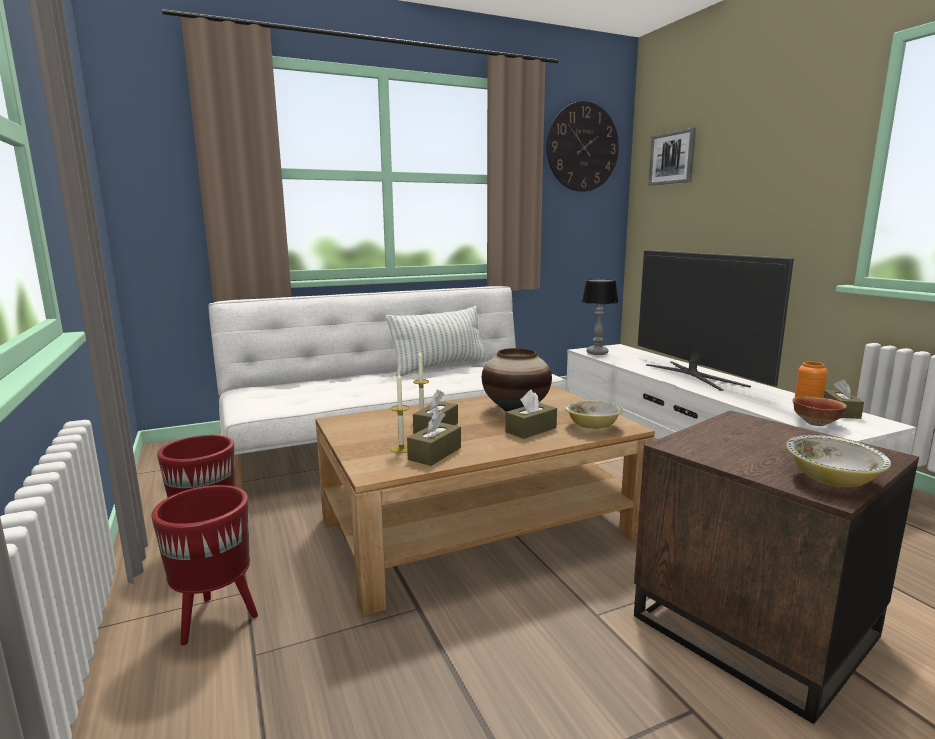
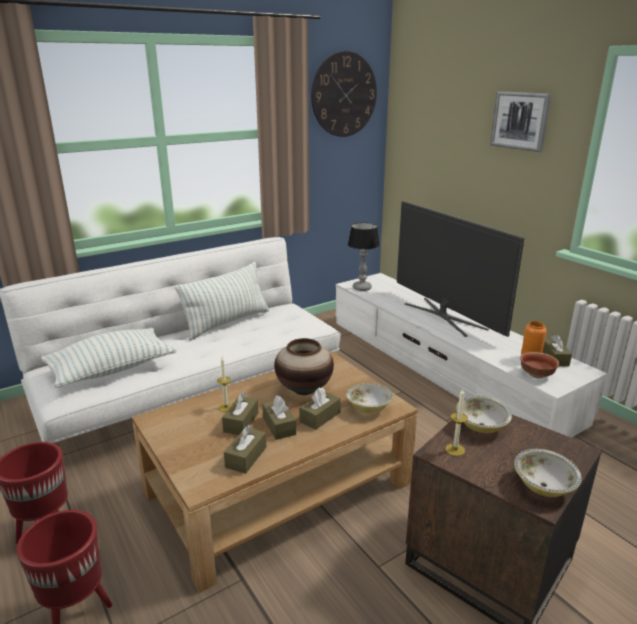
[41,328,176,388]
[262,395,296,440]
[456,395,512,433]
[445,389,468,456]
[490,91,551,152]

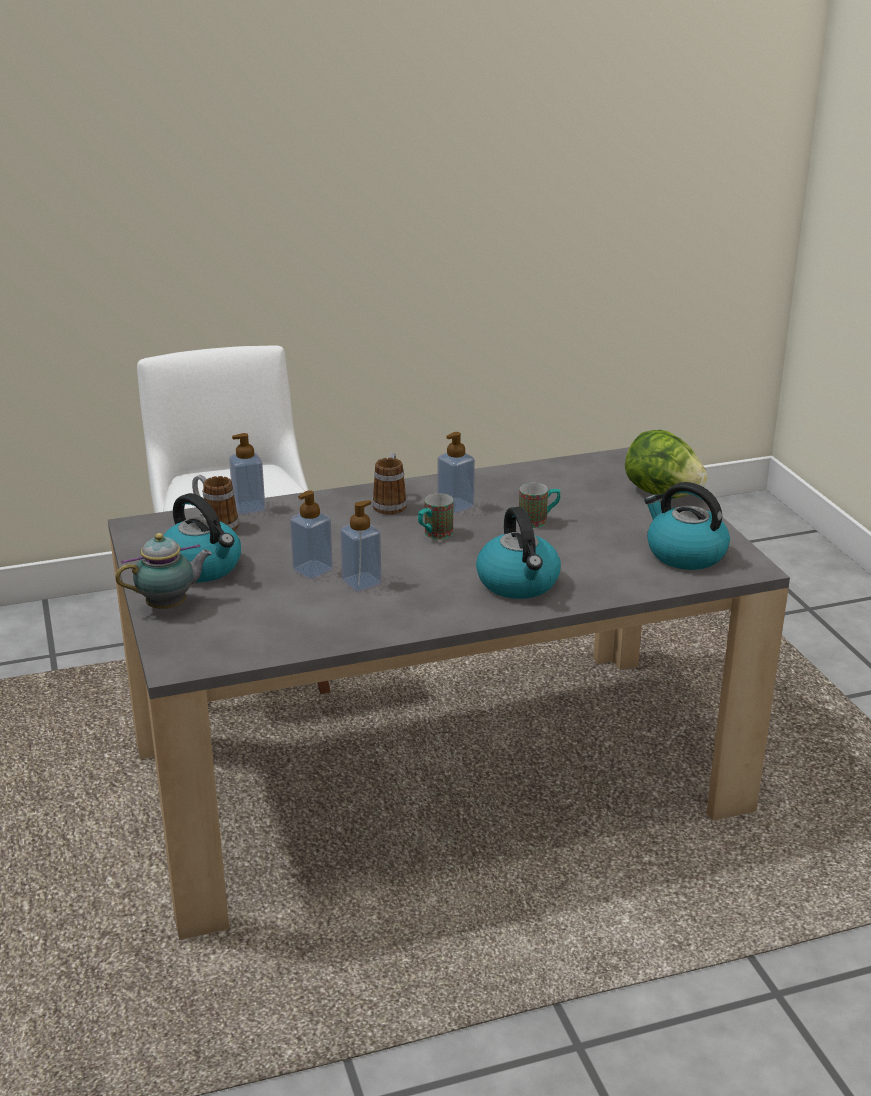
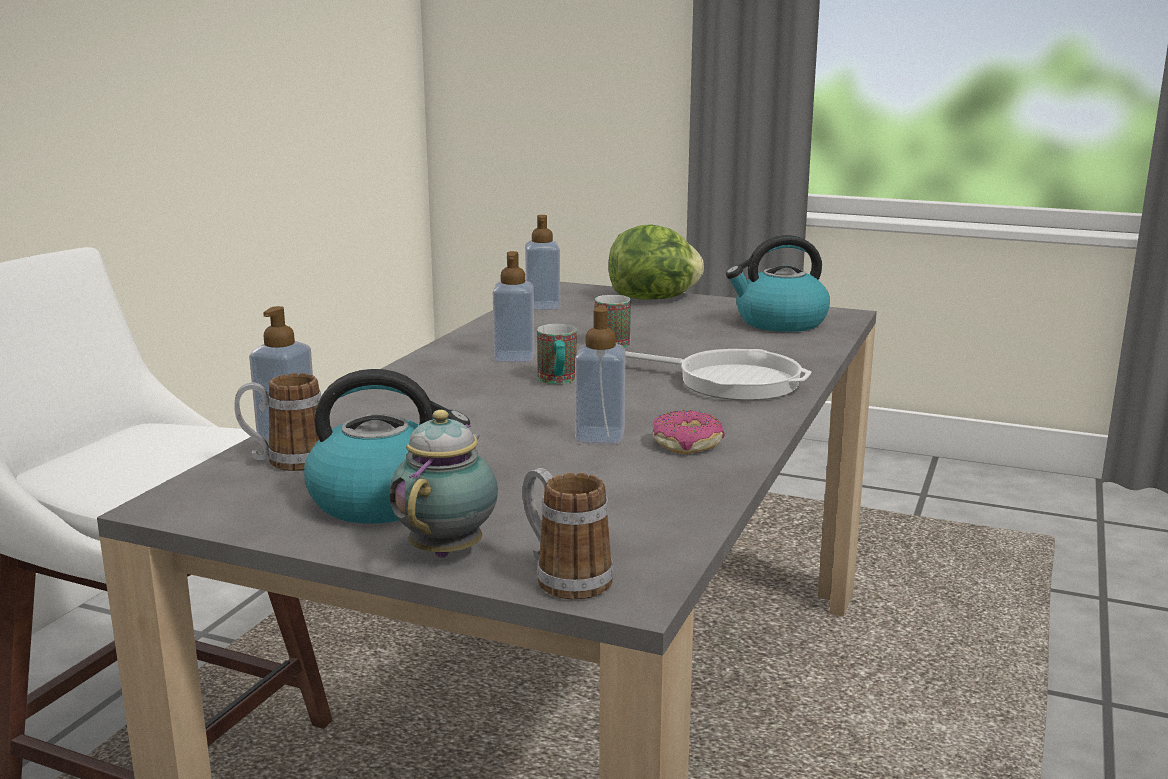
[653,410,725,454]
[525,215,560,310]
[522,468,614,600]
[625,349,811,401]

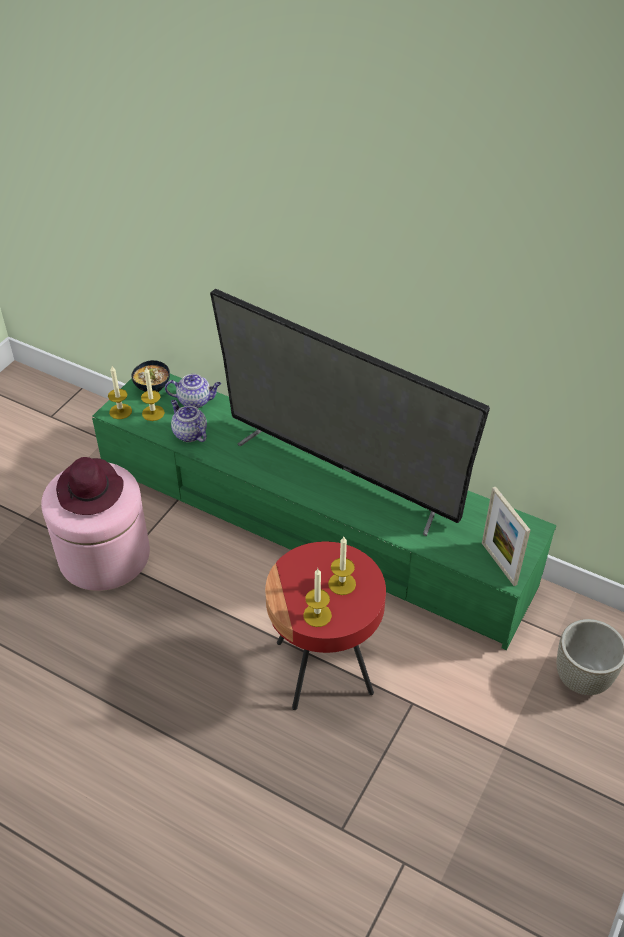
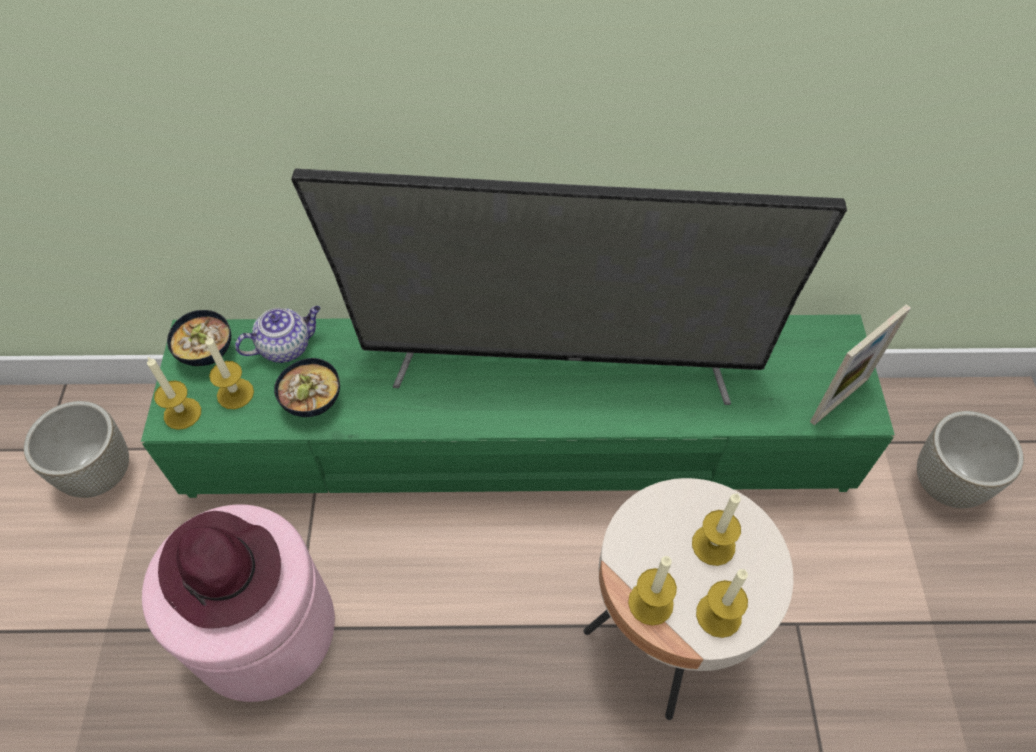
[24,401,129,498]
[628,556,677,626]
[274,358,340,417]
[583,478,793,720]
[810,304,911,425]

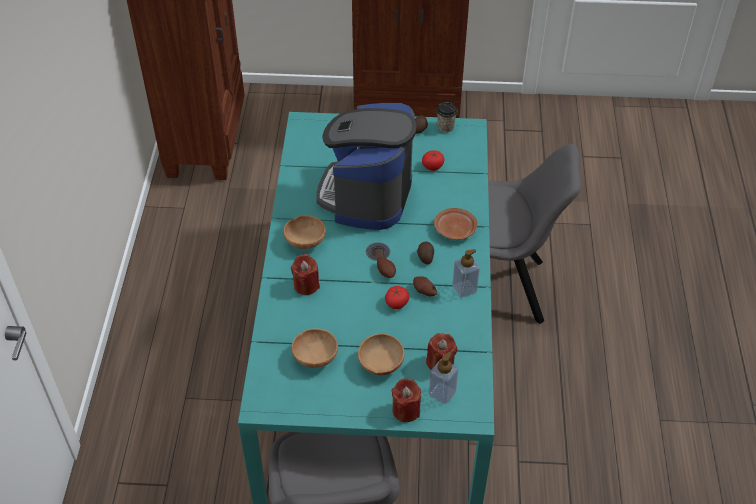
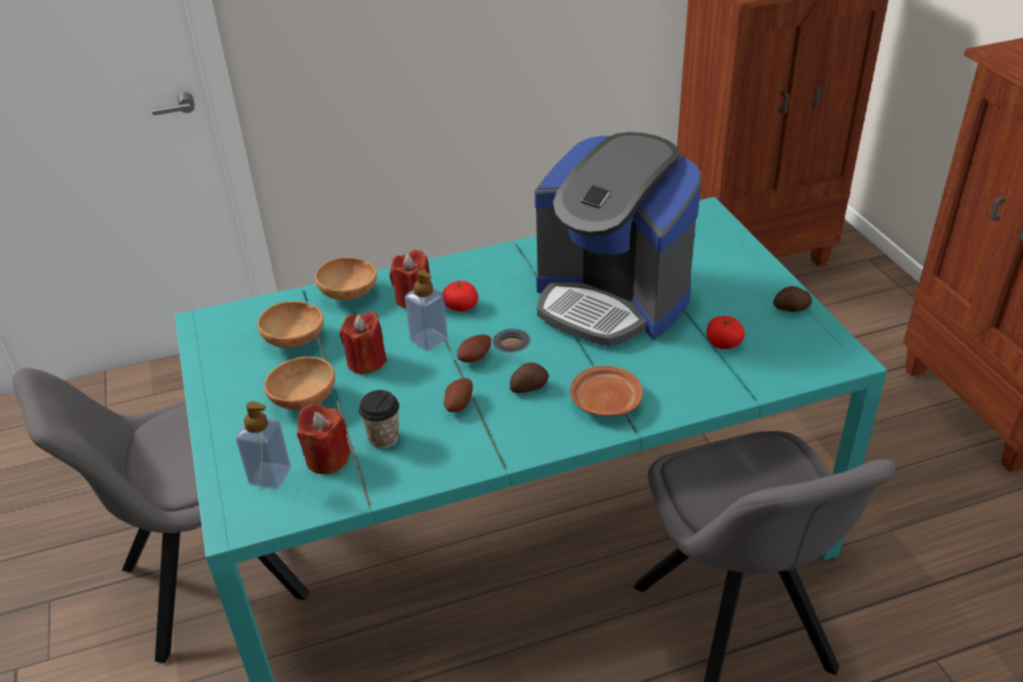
[315,257,377,301]
[442,281,478,312]
[340,311,387,375]
[359,390,399,449]
[405,270,448,351]
[535,132,701,346]

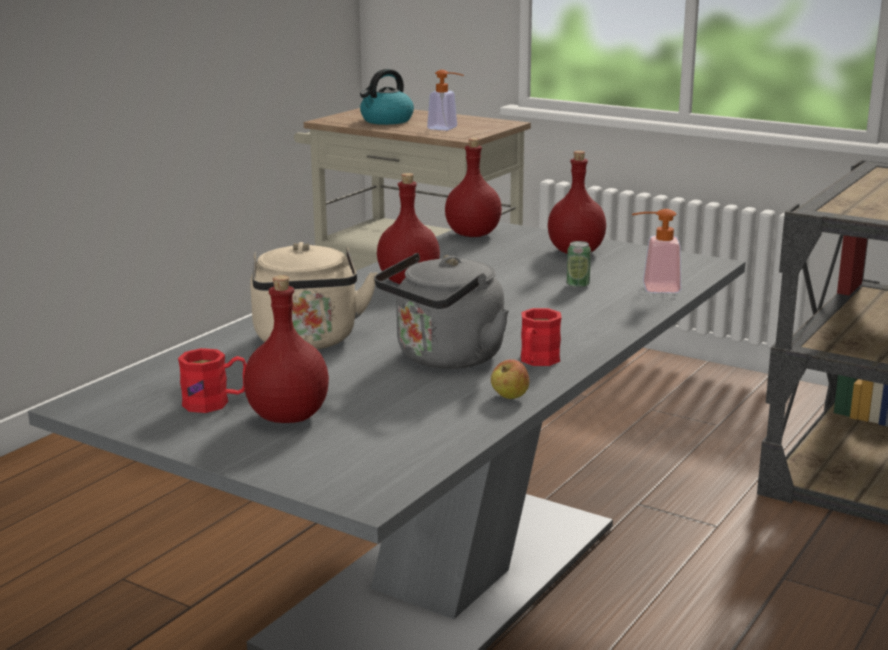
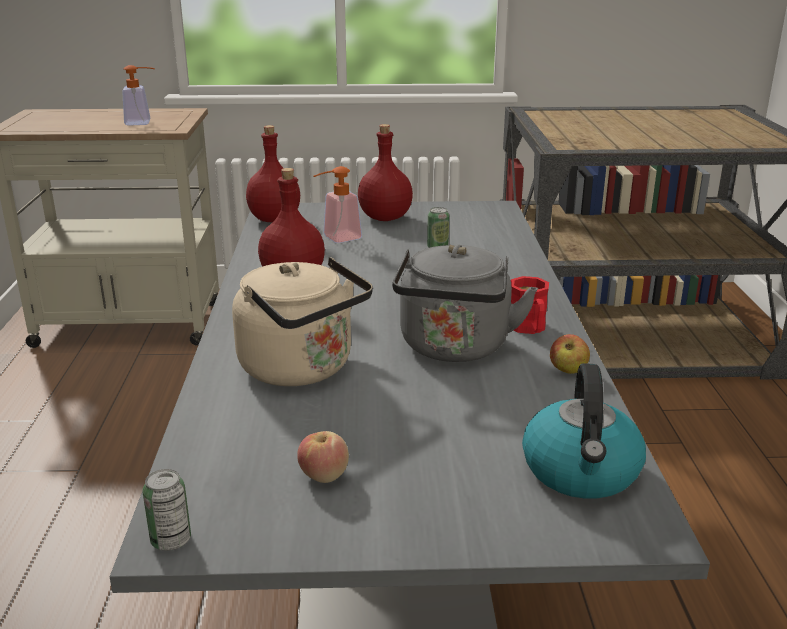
[244,275,329,423] (first image)
[142,469,191,551]
[522,363,646,499]
[314,166,362,243]
[297,431,349,483]

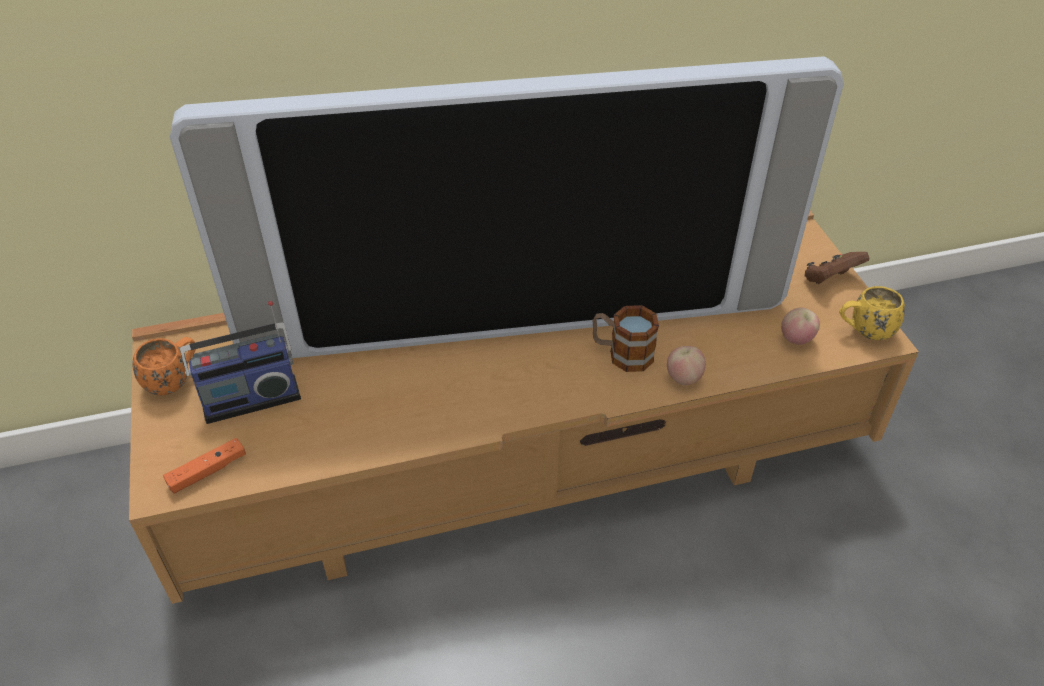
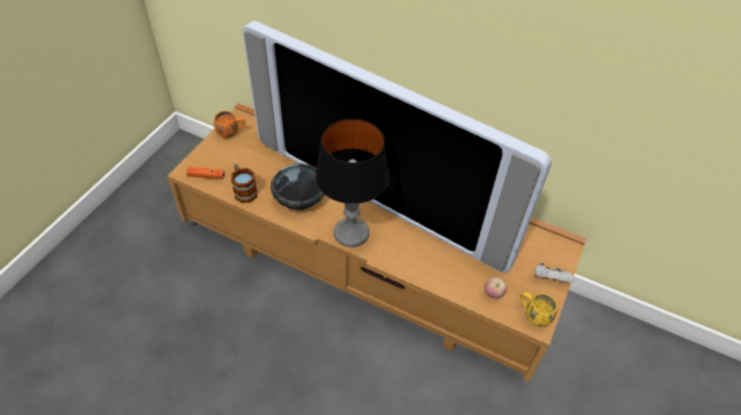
[180,301,301,424] (first image)
[667,346,706,385] (first image)
[271,163,325,210]
[315,119,389,247]
[231,164,257,203]
[535,263,574,283]

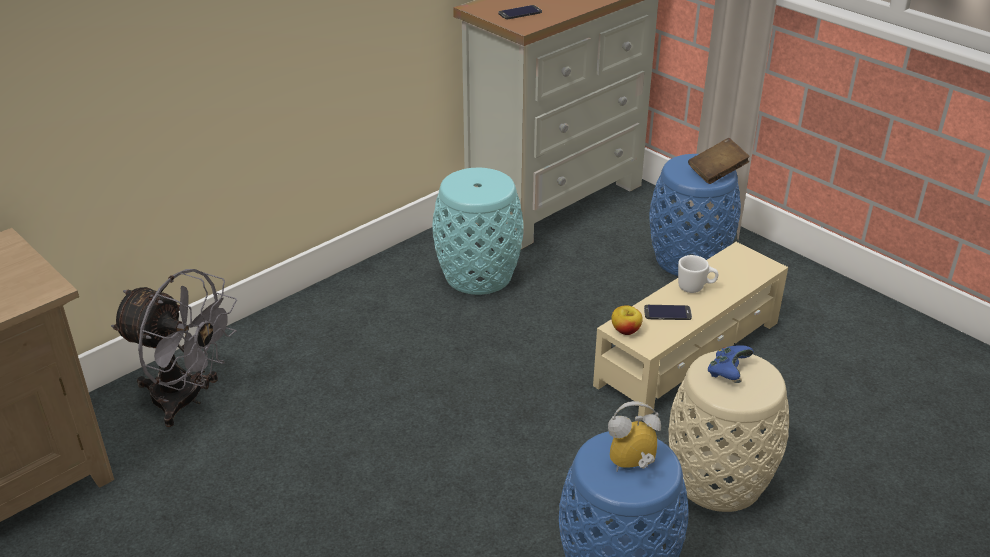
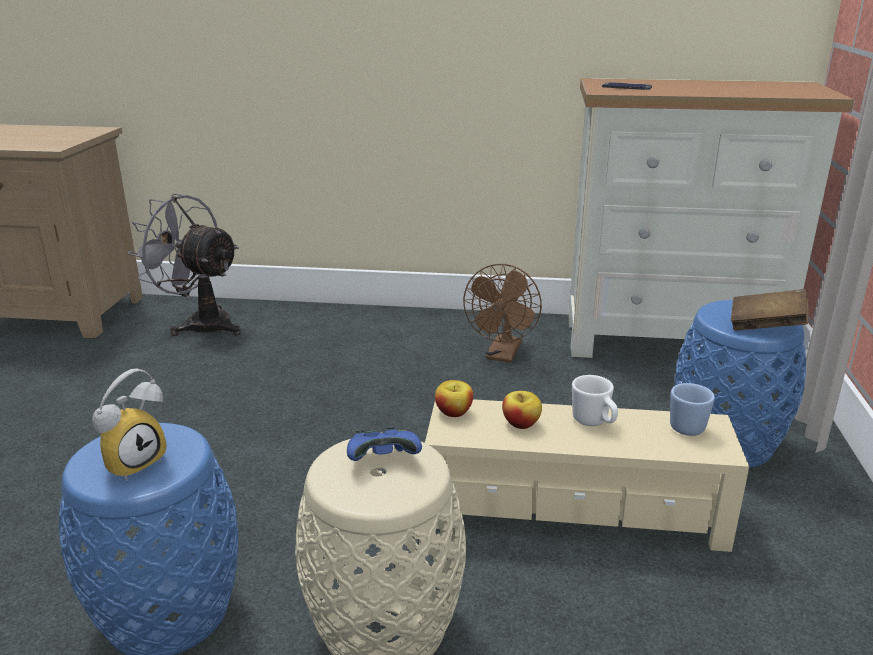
[670,383,715,436]
[463,264,542,363]
[502,391,542,429]
[128,194,241,336]
[92,368,167,481]

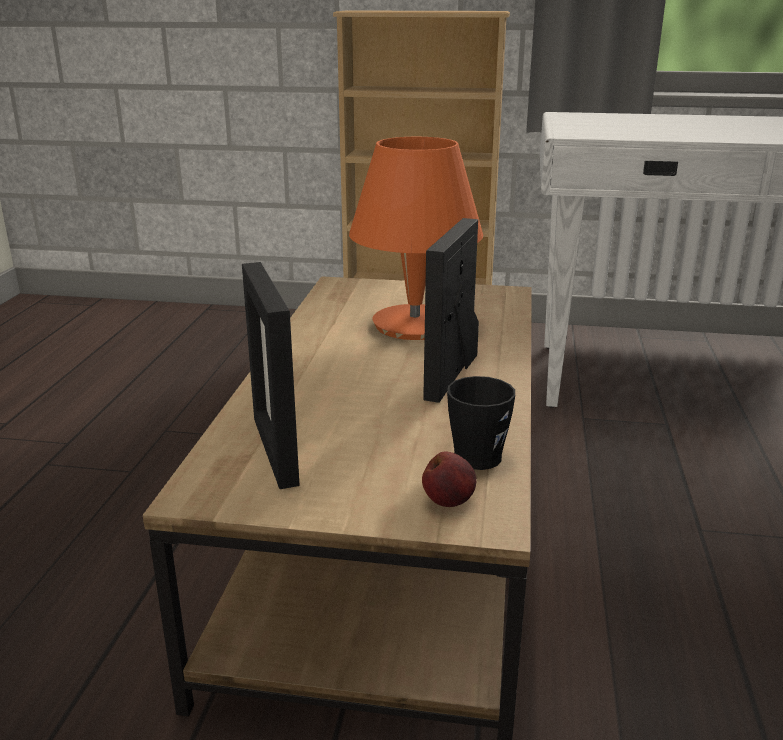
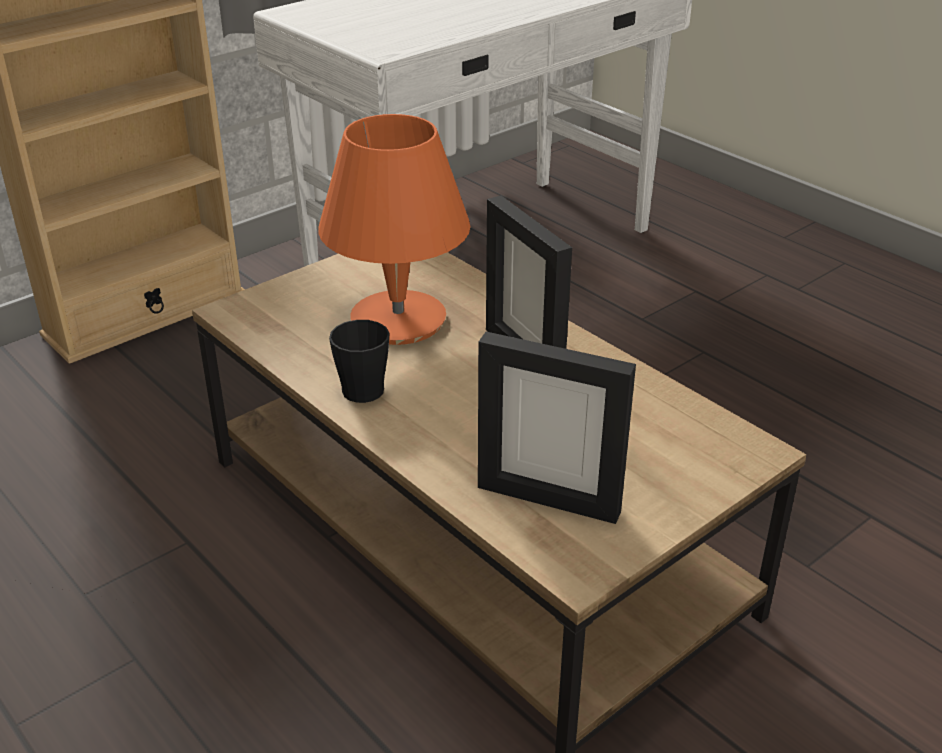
[422,451,477,507] (first image)
[329,320,389,403]

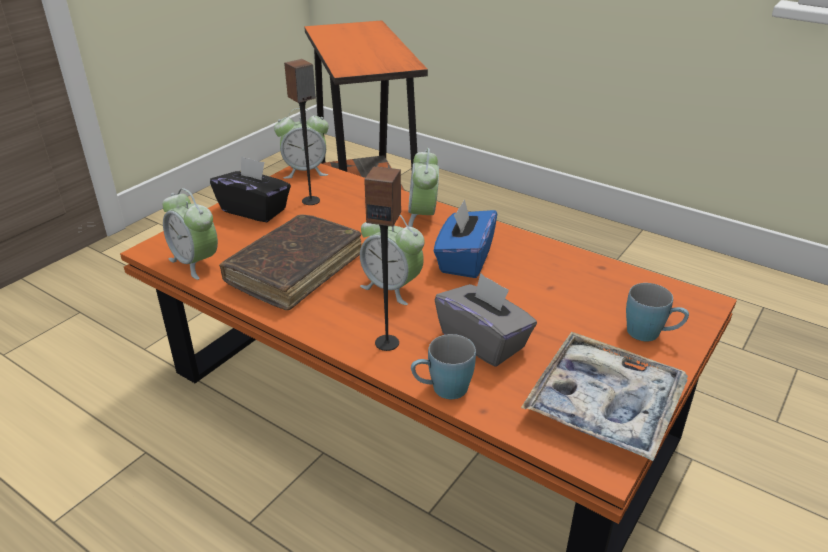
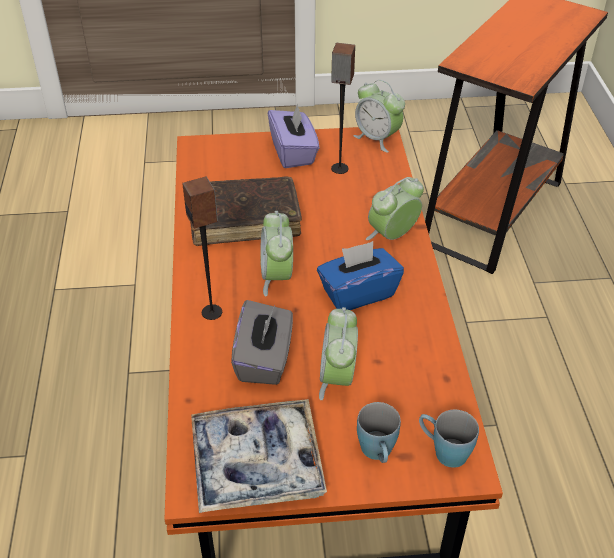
[319,307,358,400]
[419,410,479,468]
[268,103,319,168]

